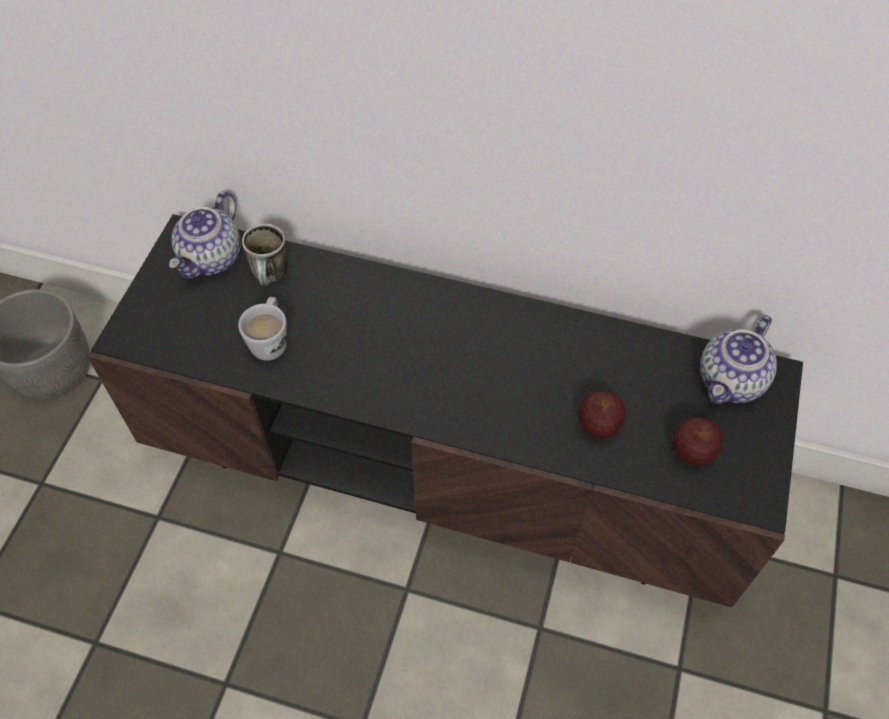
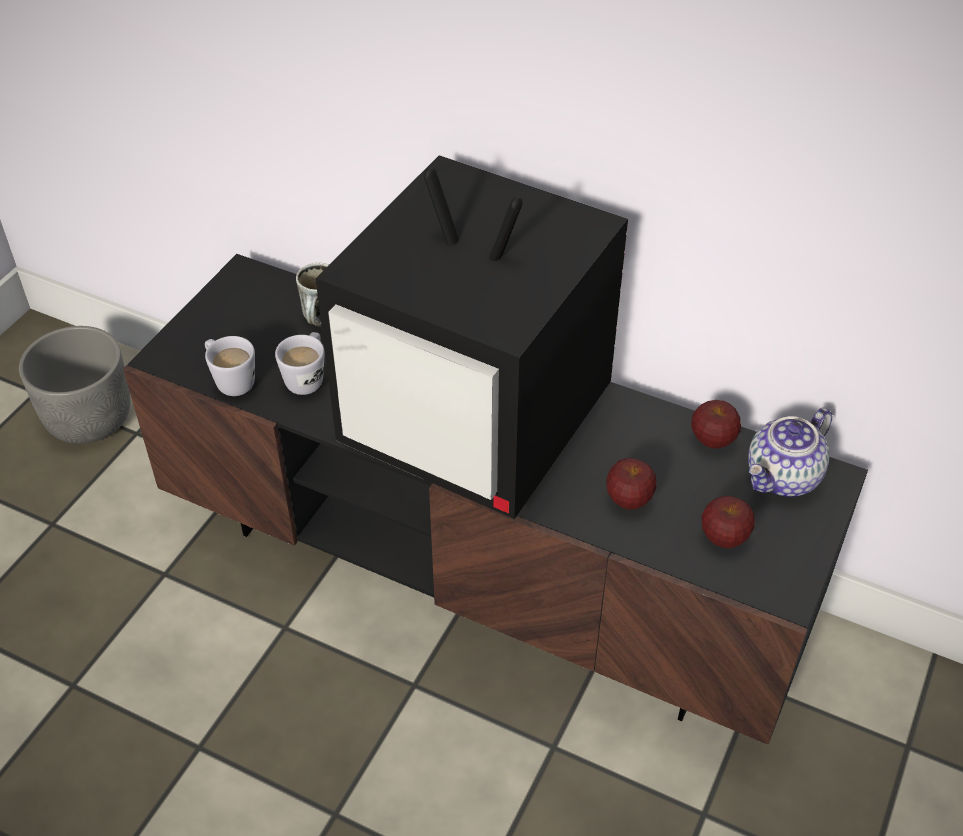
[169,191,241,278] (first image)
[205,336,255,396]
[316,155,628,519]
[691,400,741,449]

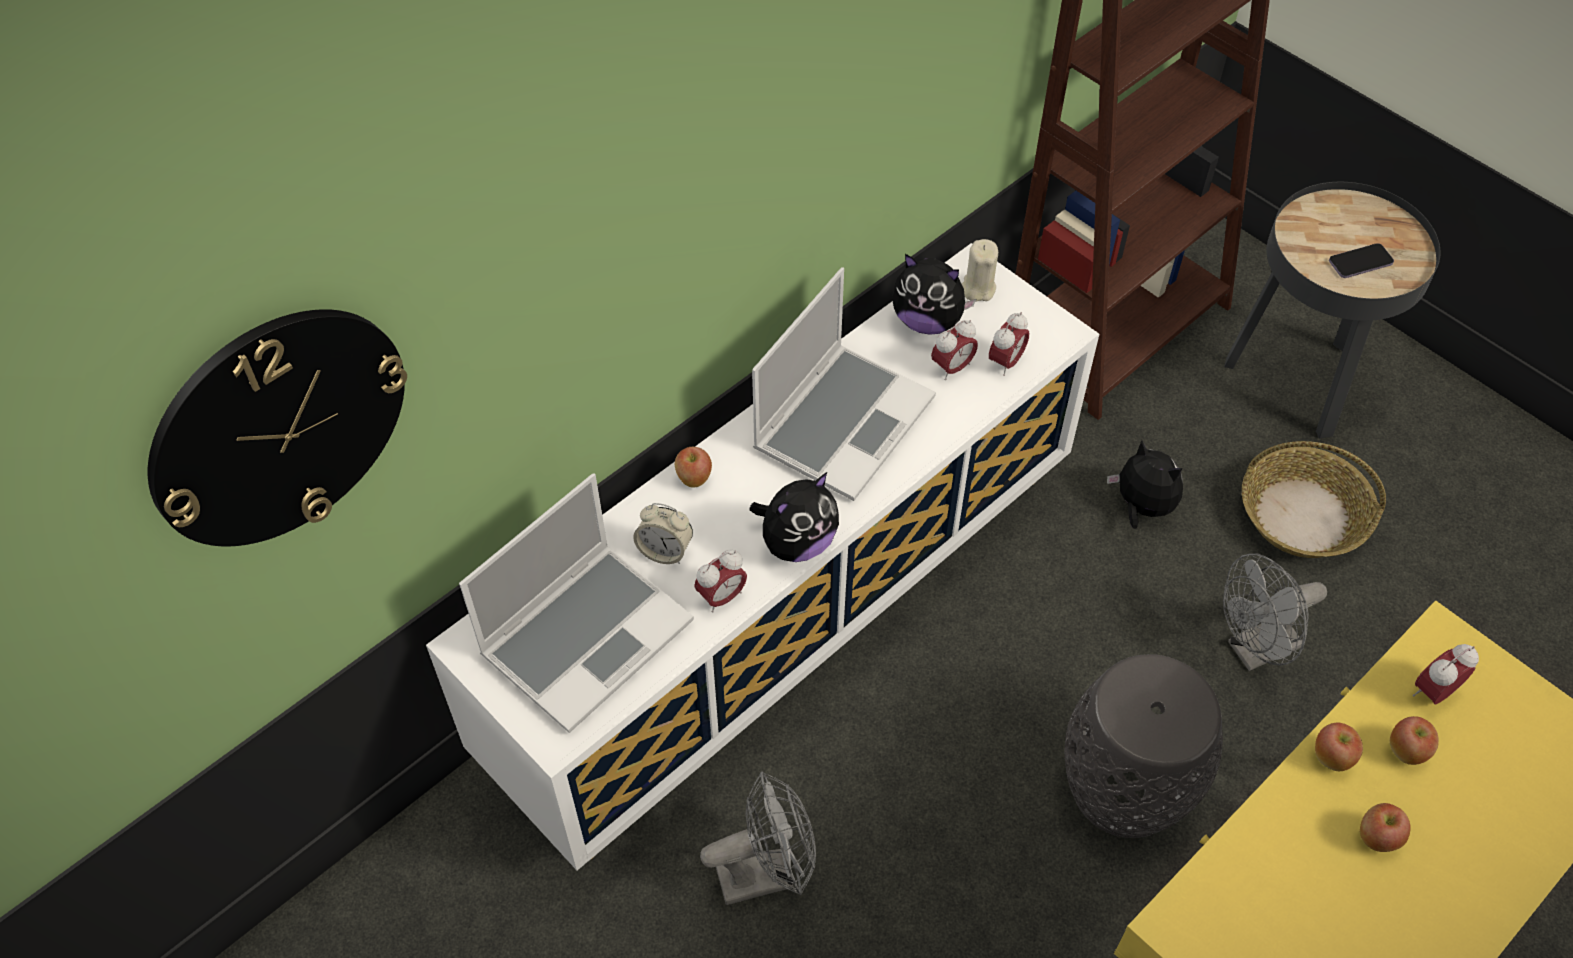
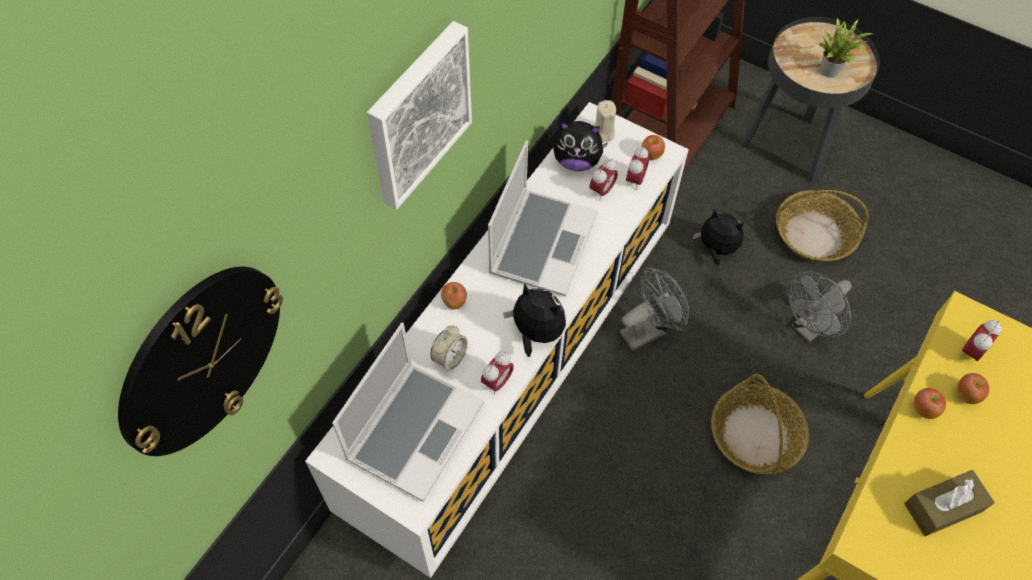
[367,21,472,210]
[904,470,995,536]
[620,267,690,351]
[642,135,665,160]
[711,374,809,474]
[817,18,873,78]
[430,326,468,371]
[503,283,566,357]

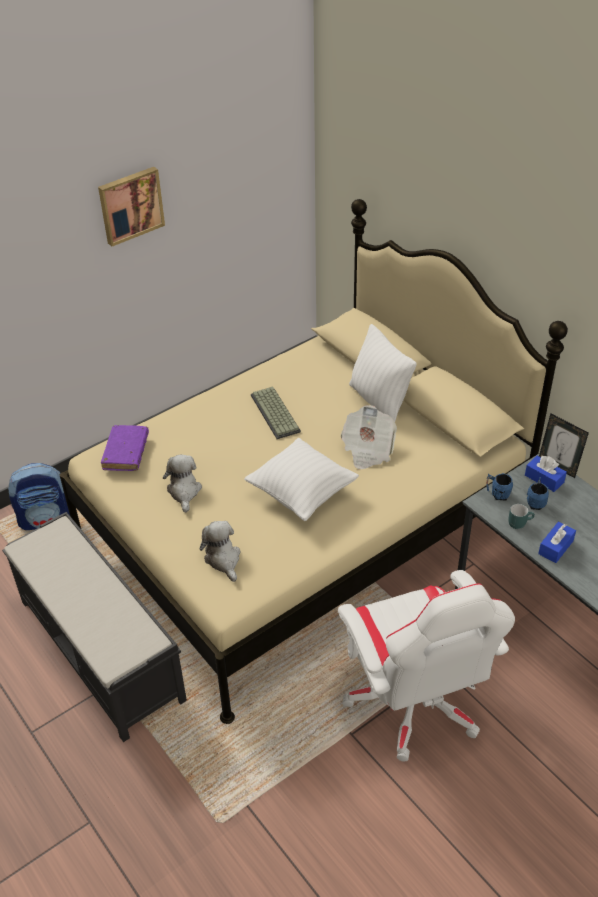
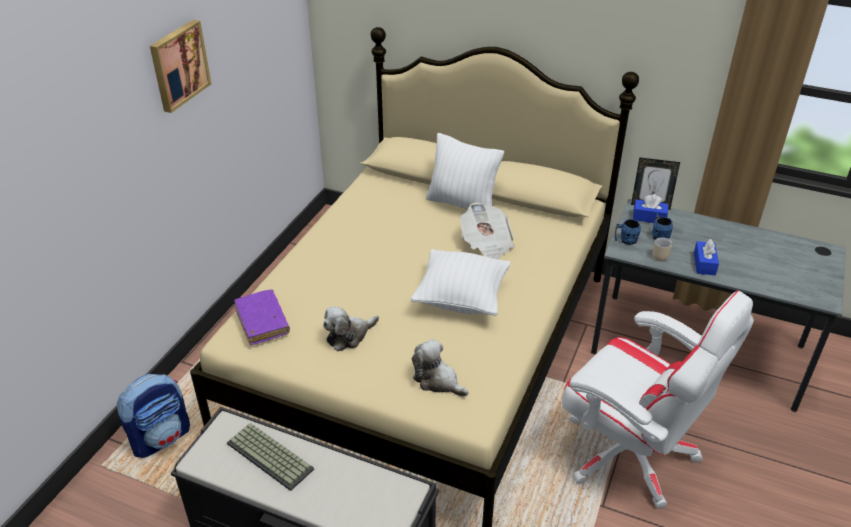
[227,423,314,491]
[652,237,673,261]
[323,306,379,351]

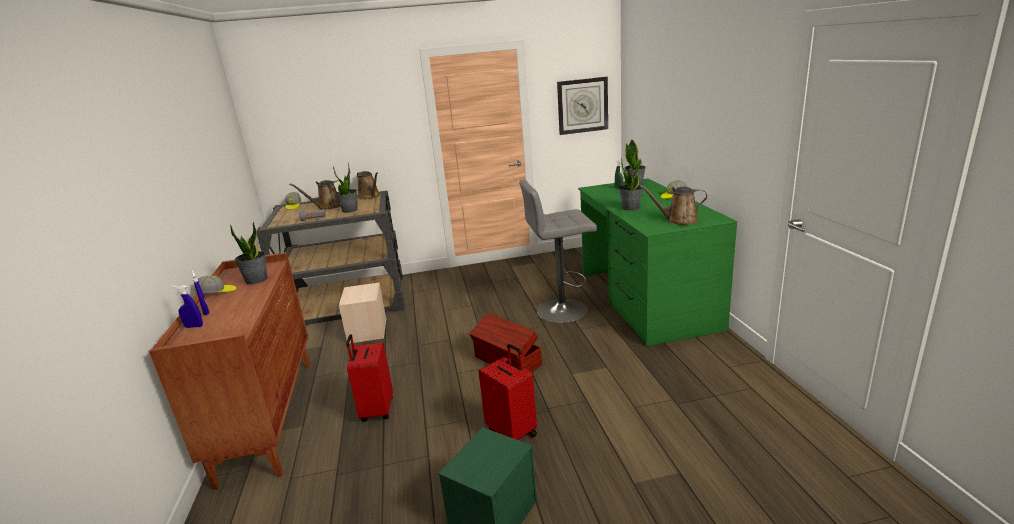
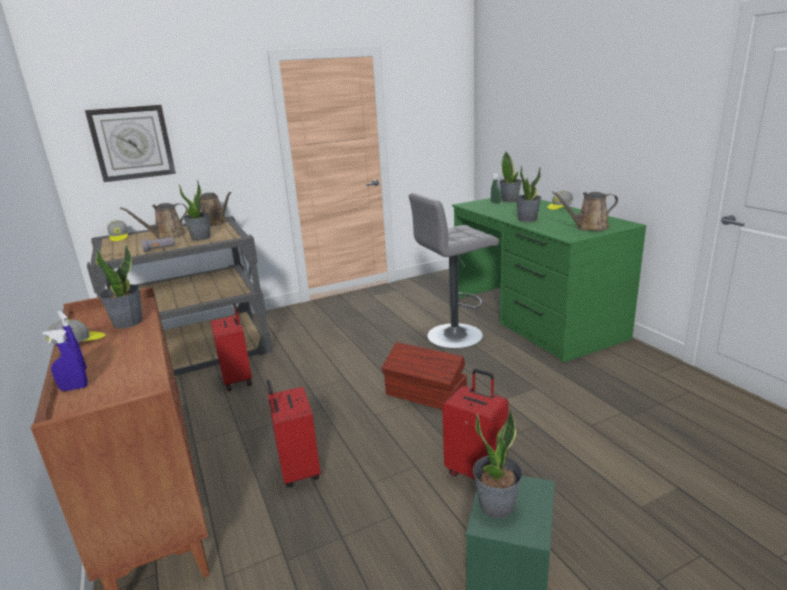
[473,408,523,518]
[85,105,176,182]
[211,303,252,391]

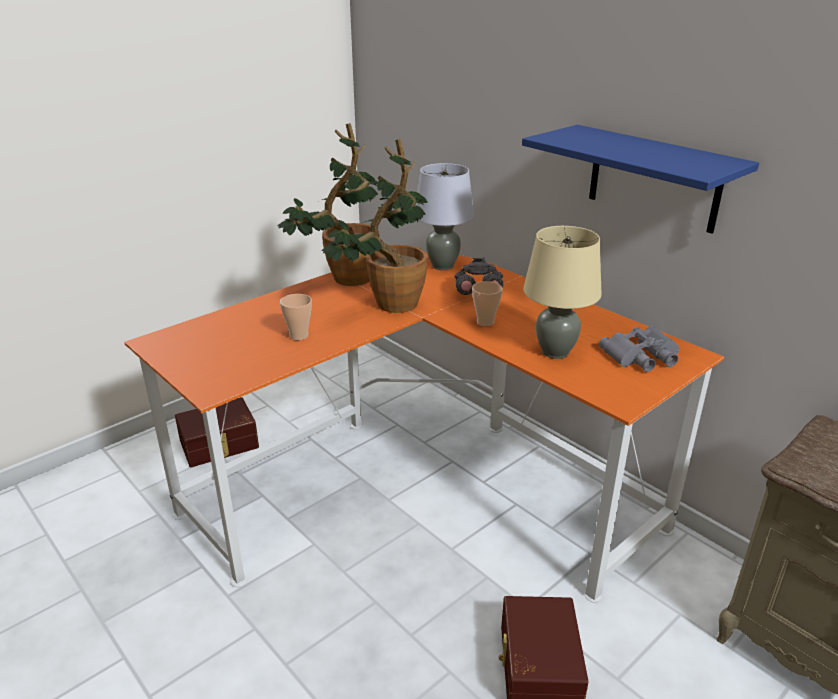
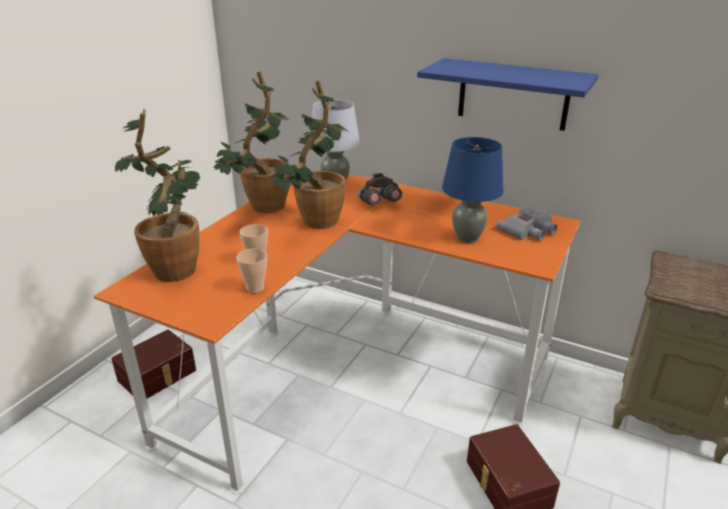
[115,109,201,282]
[236,249,267,293]
[442,137,504,243]

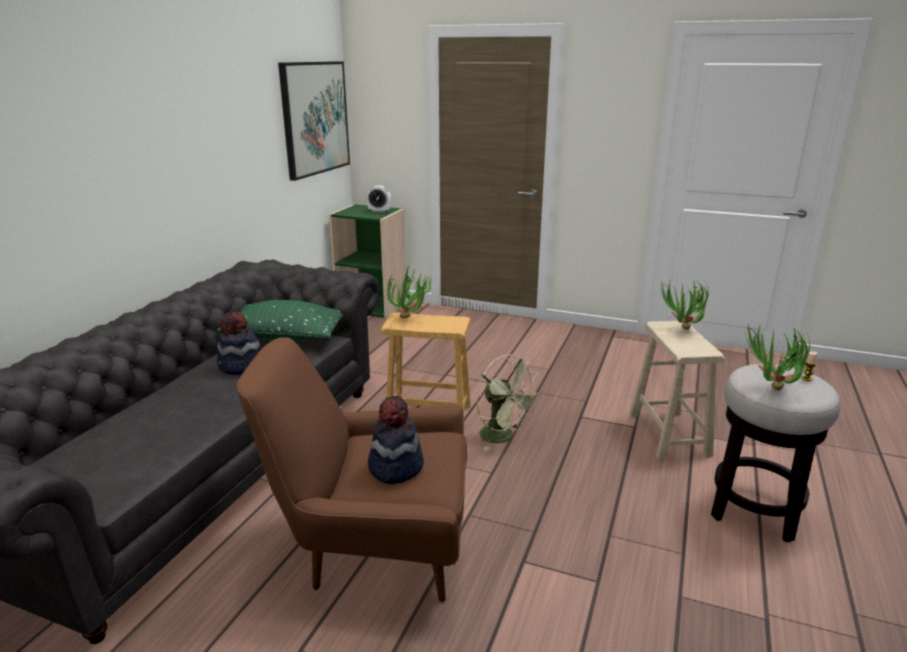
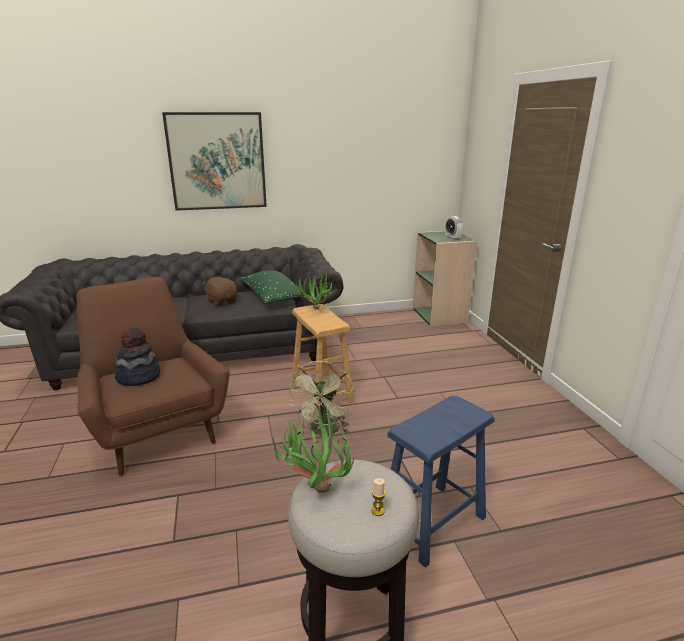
[660,280,709,330] (first image)
[162,112,267,211]
[202,277,237,306]
[387,396,495,567]

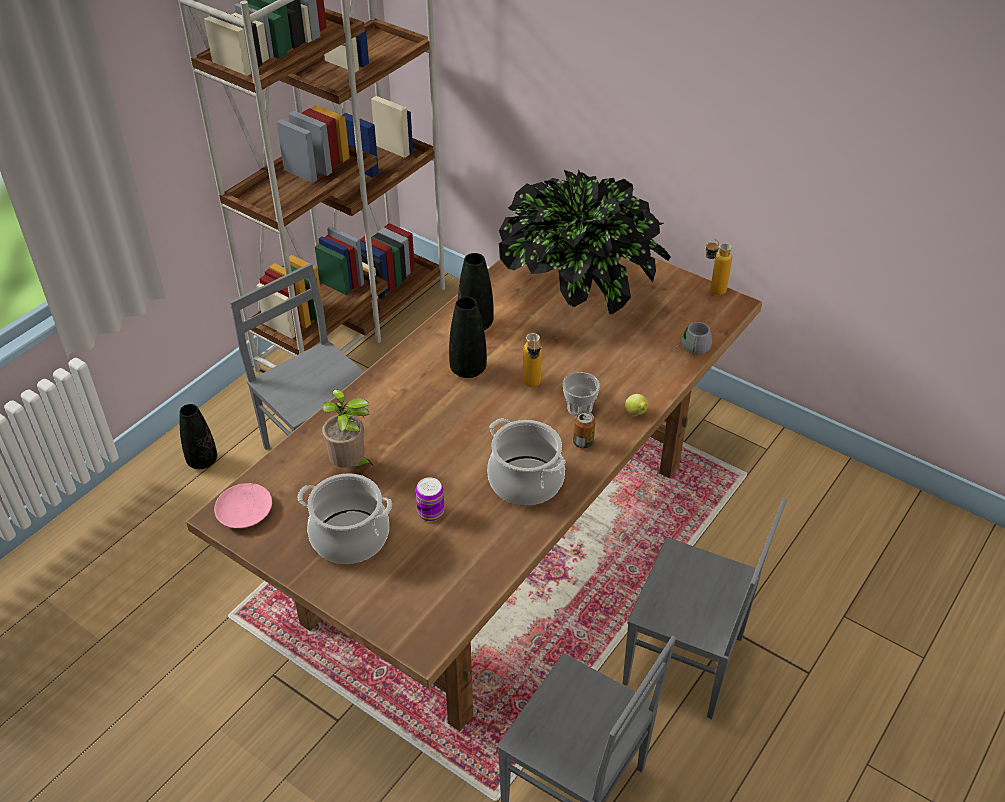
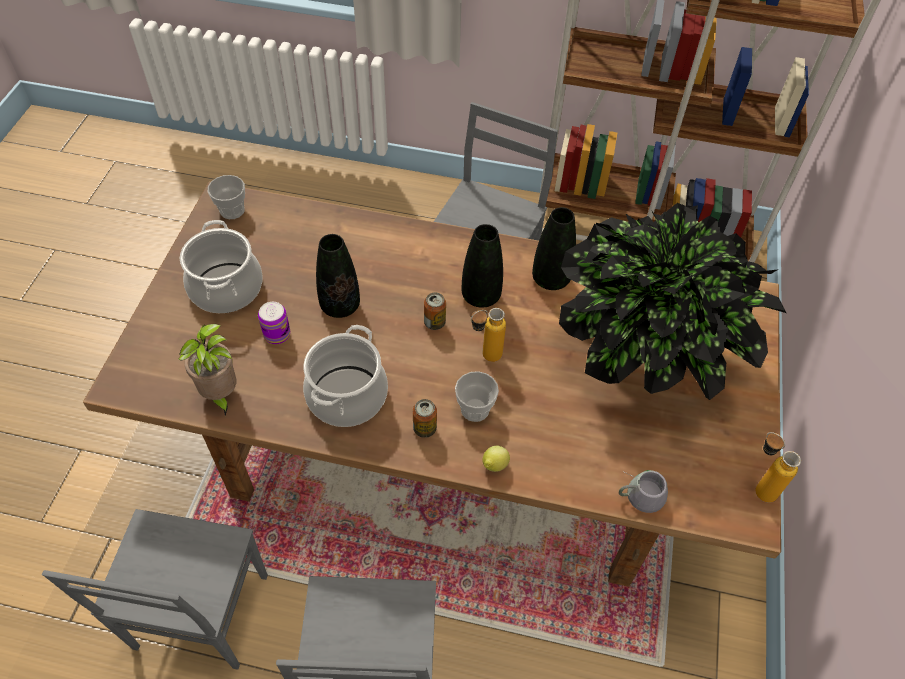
[424,292,446,330]
[316,234,360,318]
[178,324,236,416]
[208,175,245,219]

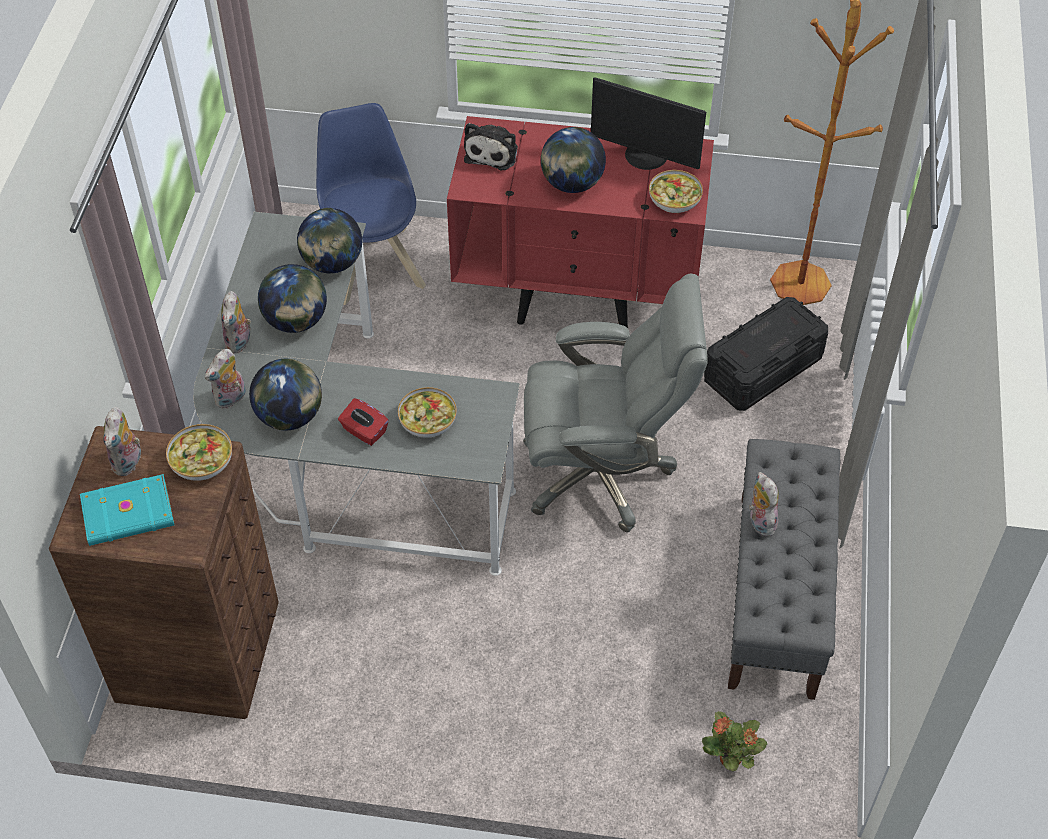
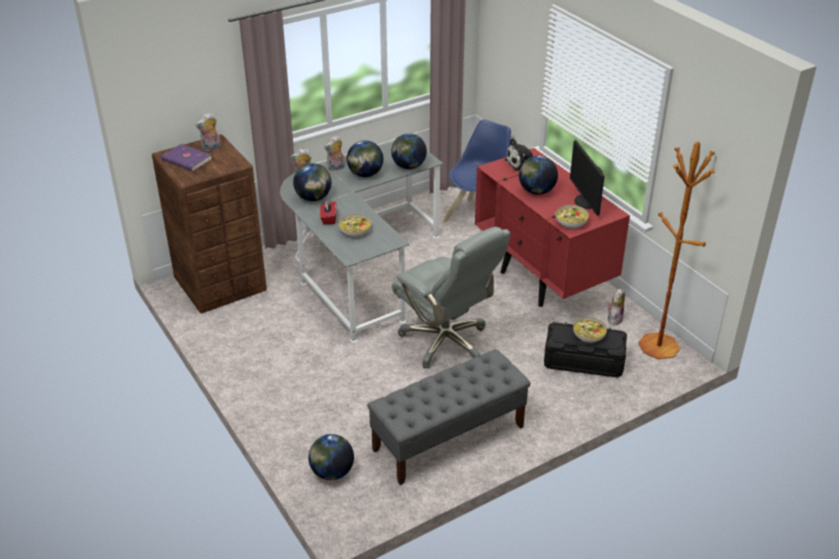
[573,317,607,343]
[608,289,625,325]
[308,434,354,480]
[161,144,212,172]

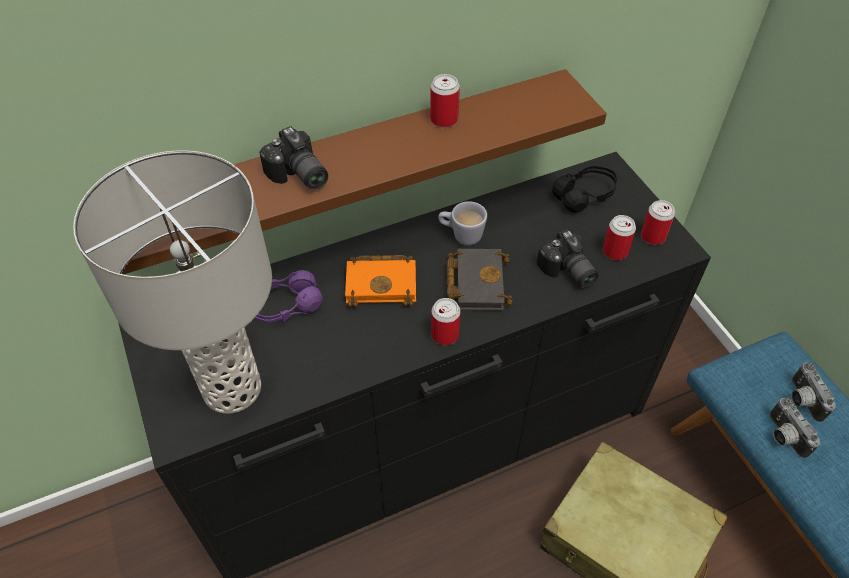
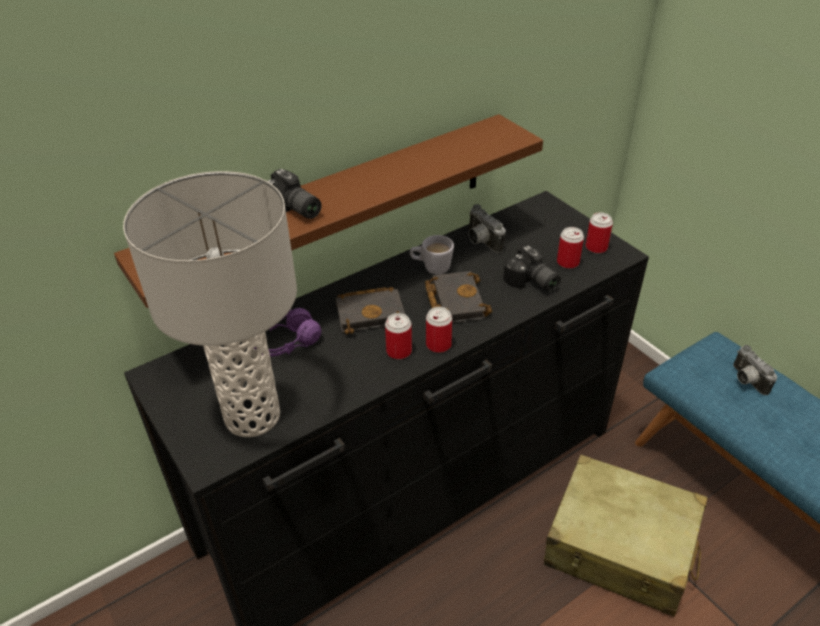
[552,166,618,213] (first image)
[385,313,412,359]
[469,204,506,253]
[336,287,405,335]

